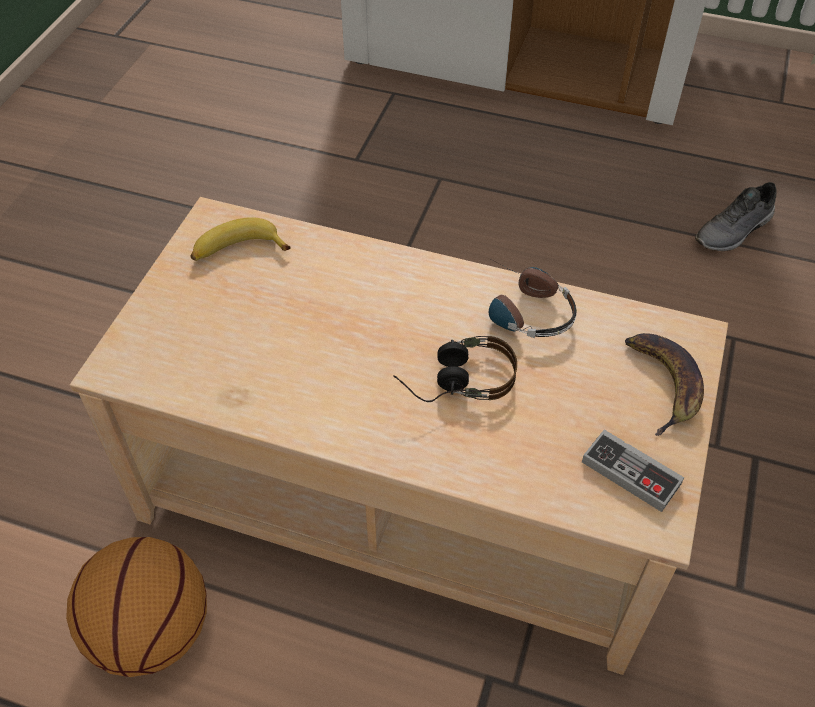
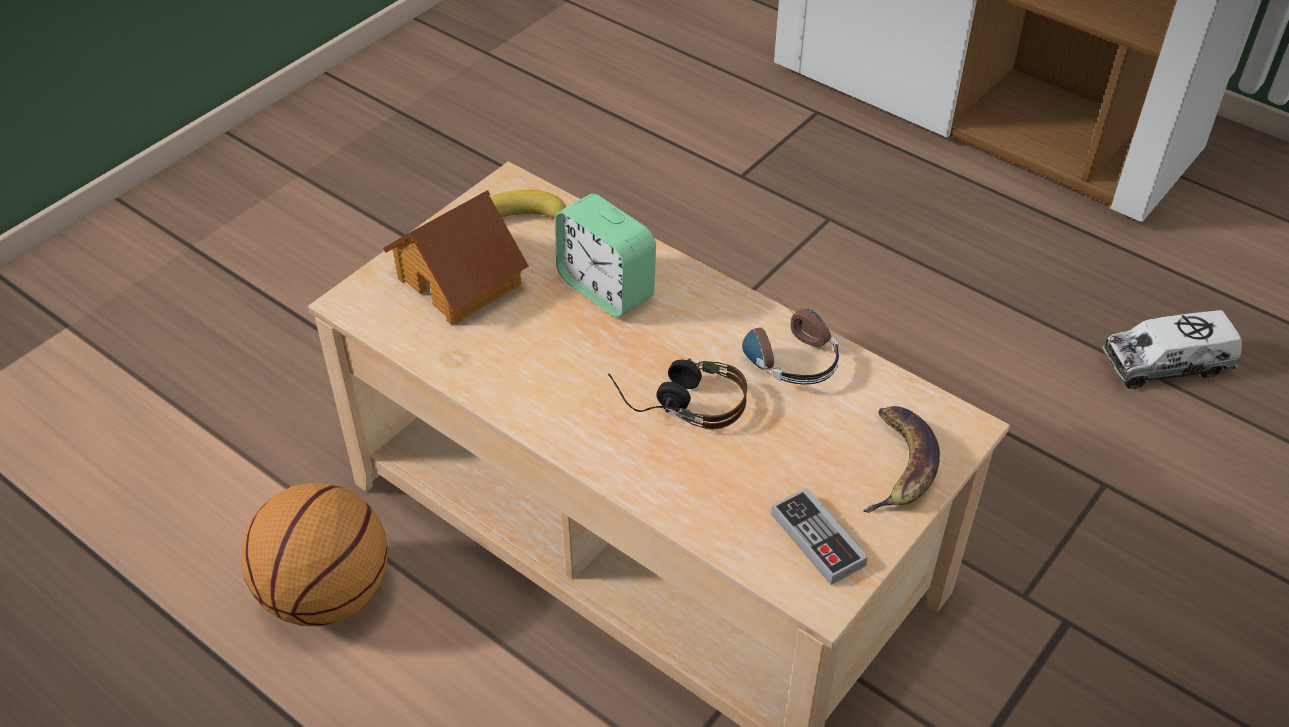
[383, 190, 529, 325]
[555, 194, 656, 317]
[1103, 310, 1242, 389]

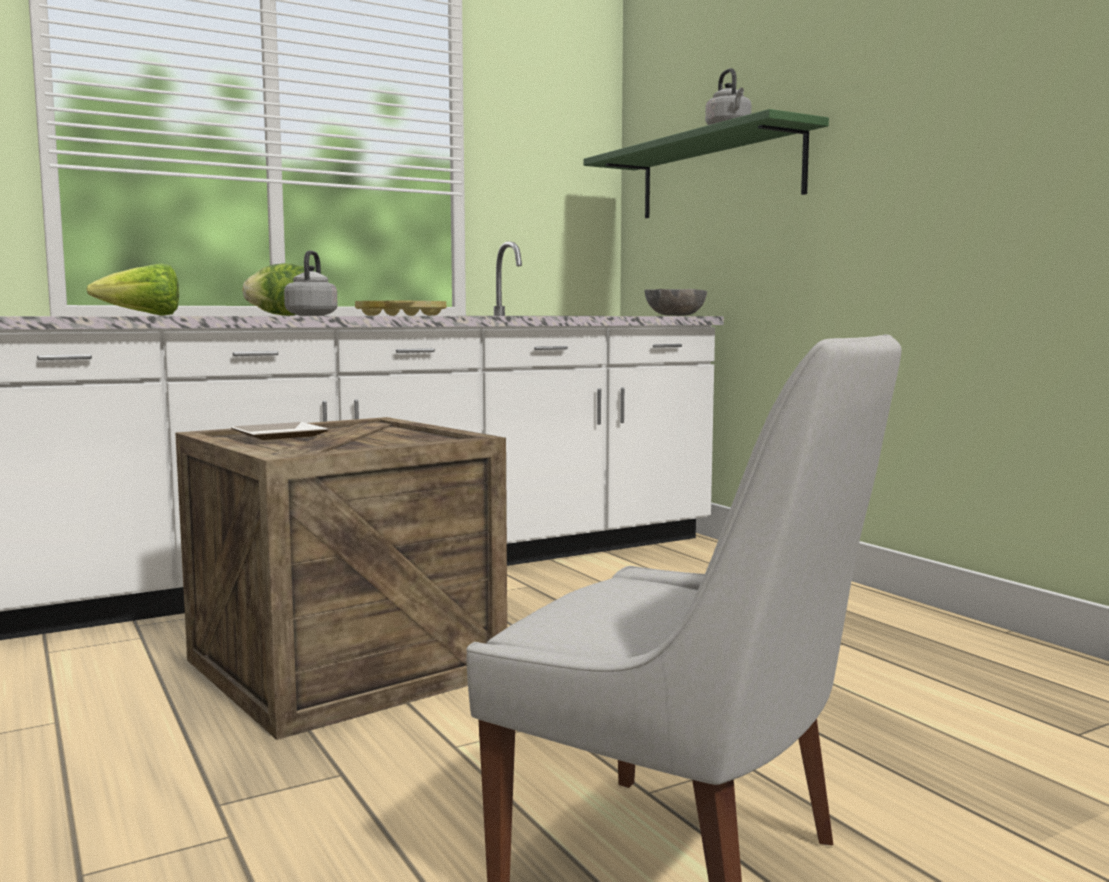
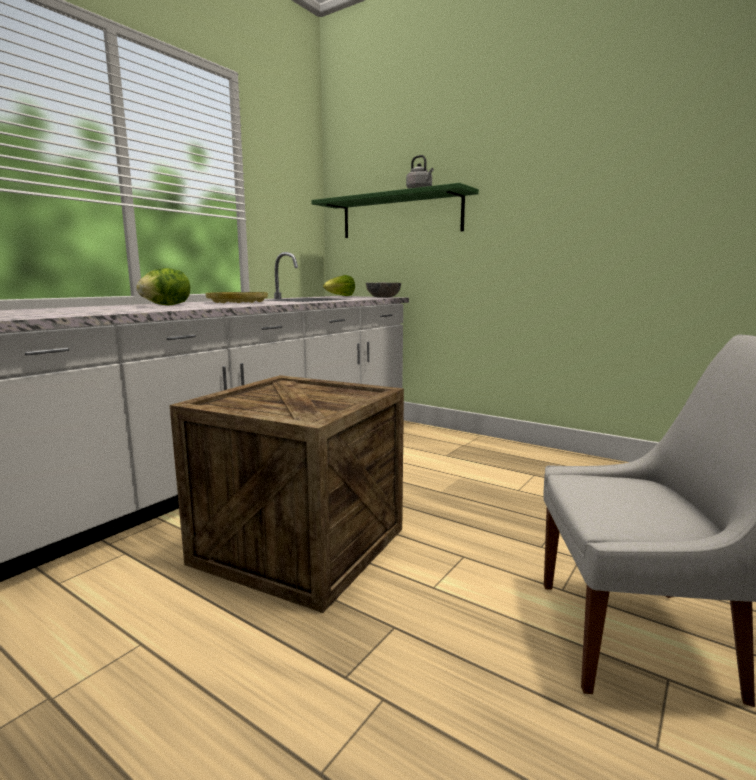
[231, 422, 329, 440] (first image)
[284, 250, 338, 316] (first image)
[323, 275, 355, 296]

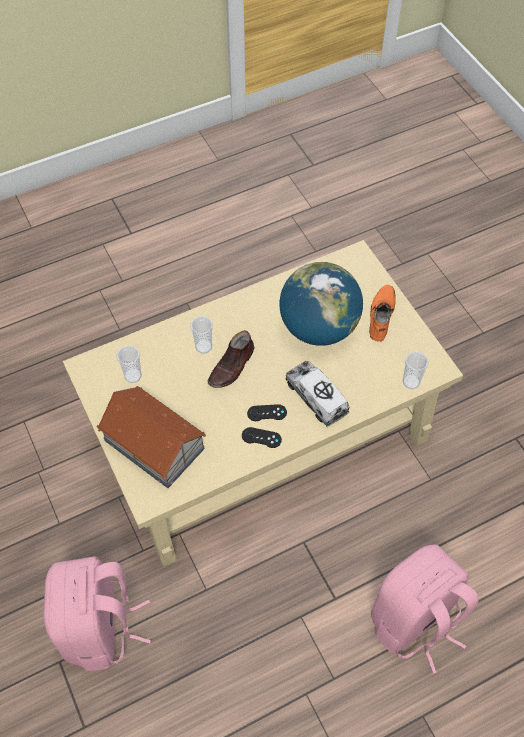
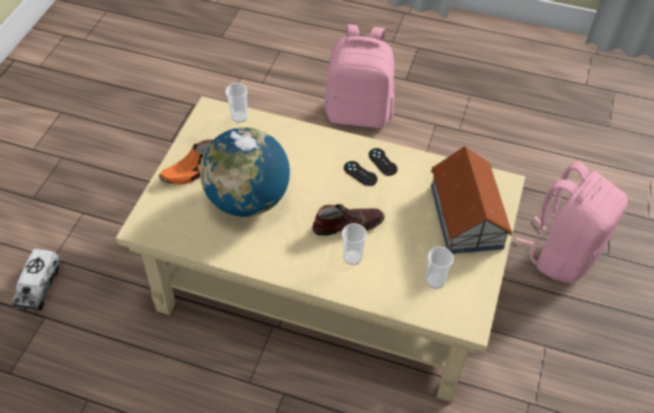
[12, 249, 61, 311]

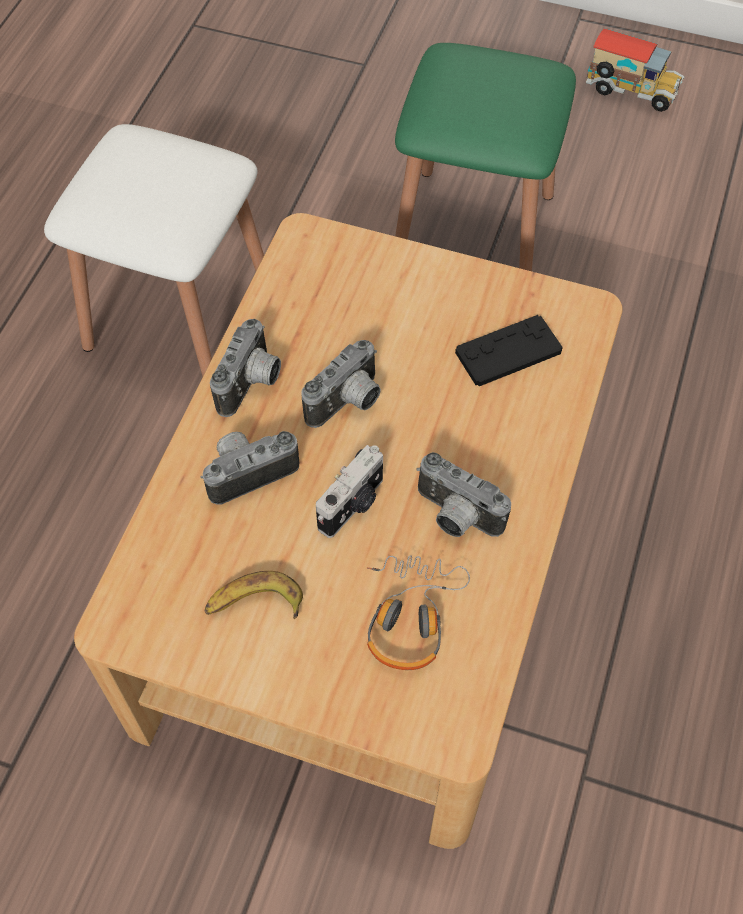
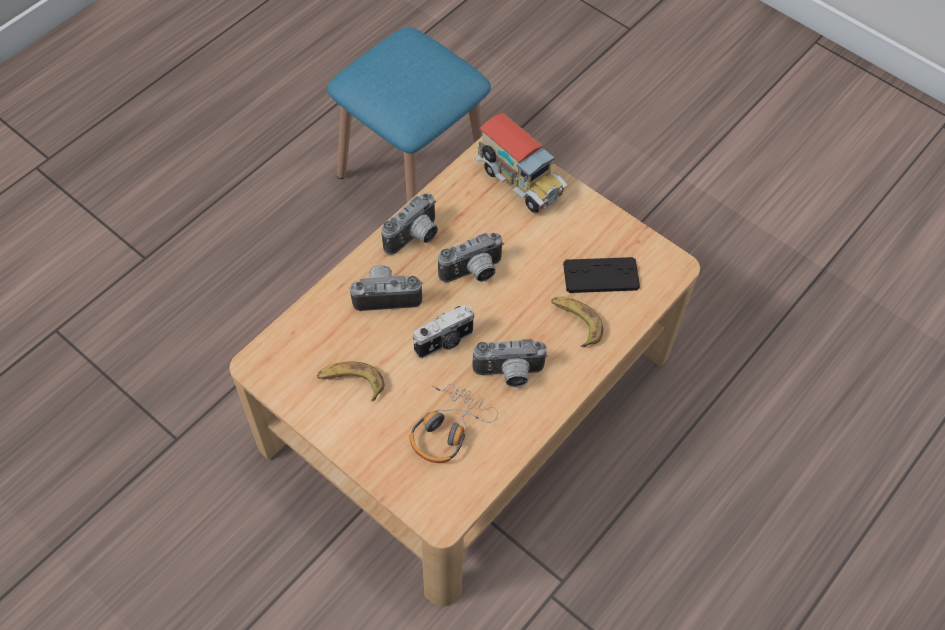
[395, 43, 576, 271] (first image)
[551, 297, 603, 347]
[475, 113, 568, 213]
[327, 27, 491, 202]
[472, 339, 548, 387]

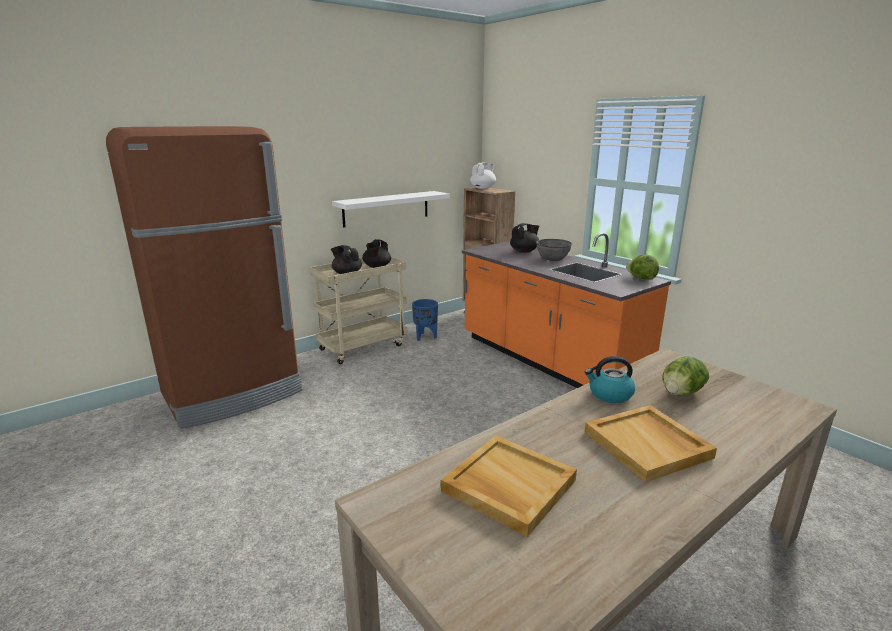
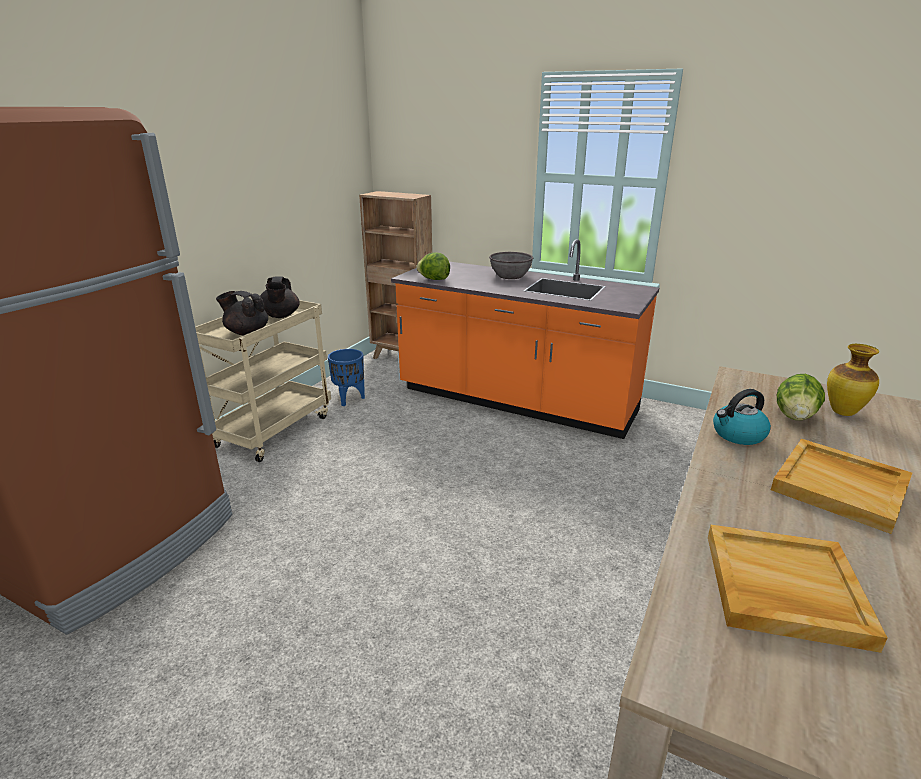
[332, 191, 450, 227] (first image)
[470, 163, 496, 189] (first image)
[510, 223, 539, 253] (first image)
[827, 344, 879, 416]
[416, 252, 450, 280]

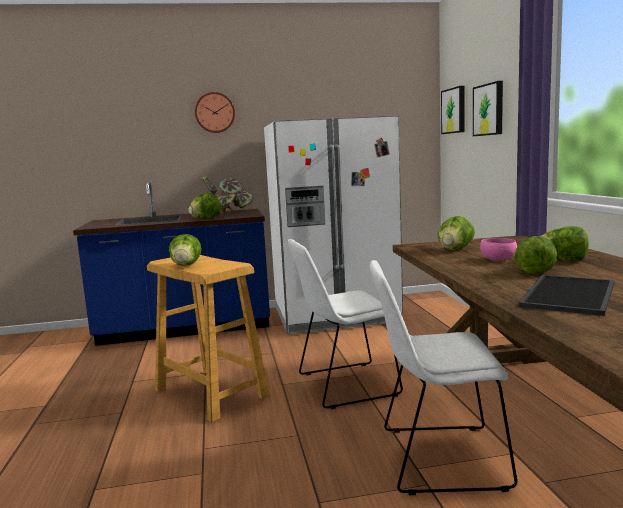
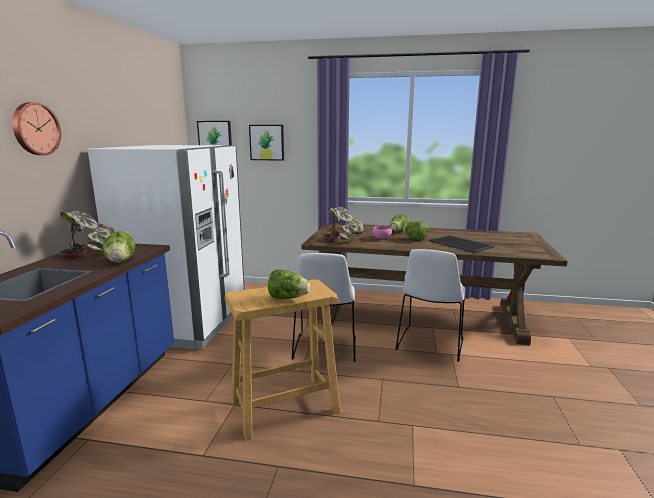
[323, 207, 364, 242]

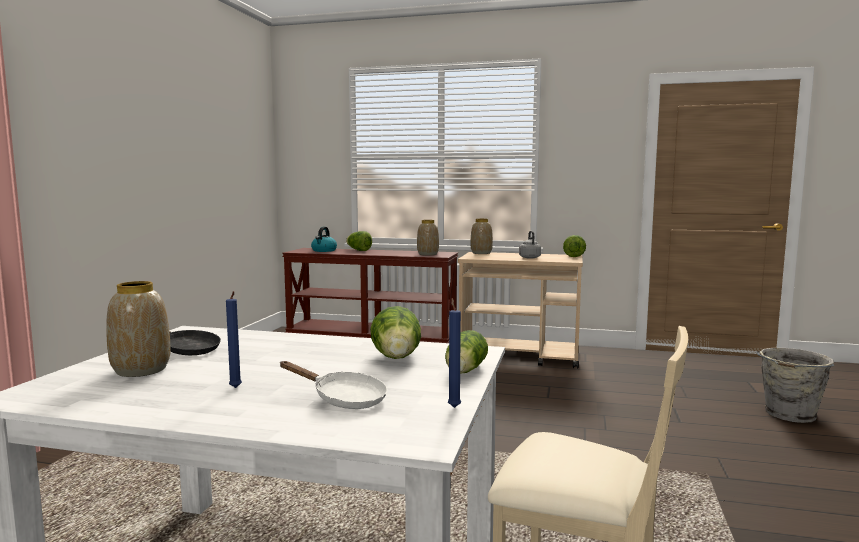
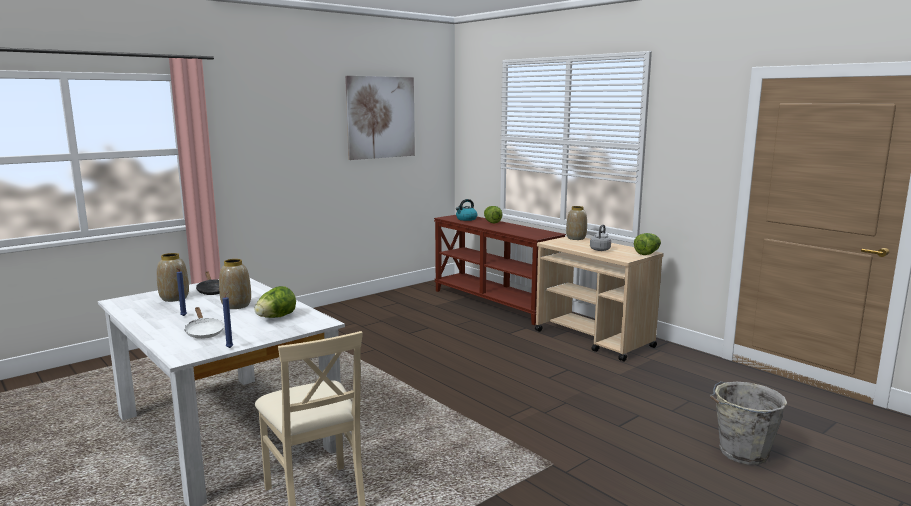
[445, 330, 488, 374] (first image)
[345, 76, 415, 160]
[219, 259, 251, 309]

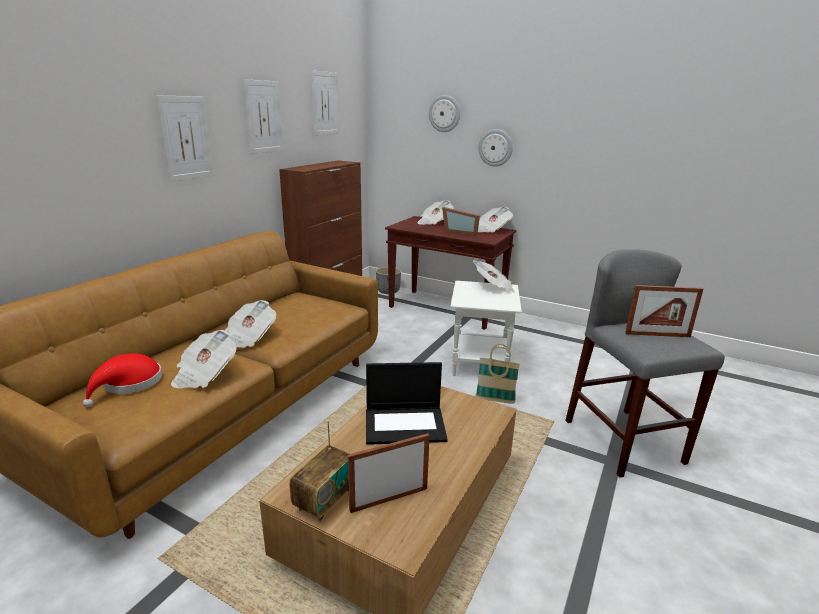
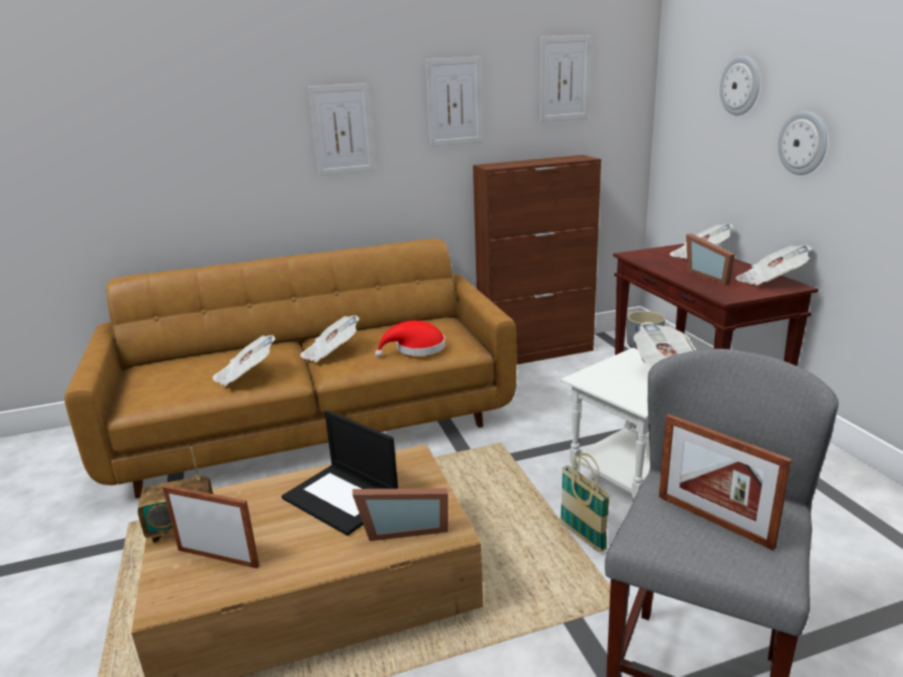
[352, 488, 448, 541]
[375, 321, 445, 357]

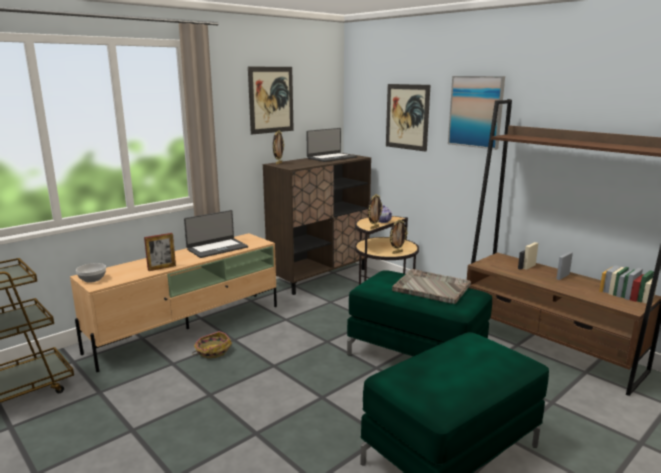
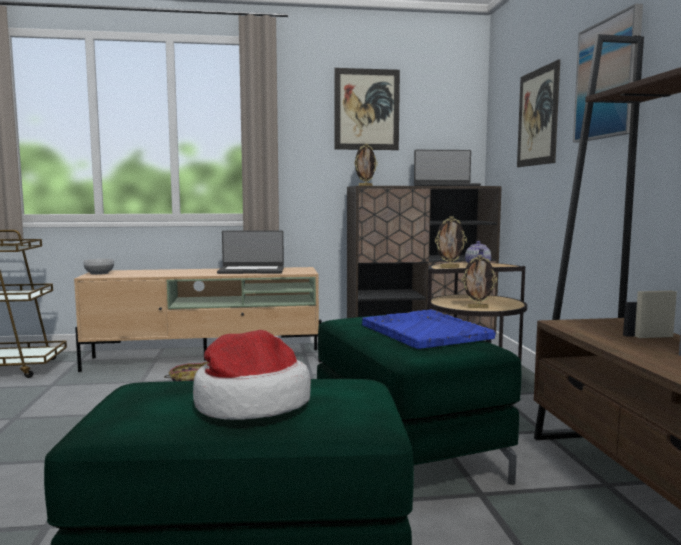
[144, 233, 176, 271] (first image)
[193, 330, 311, 420]
[362, 309, 496, 349]

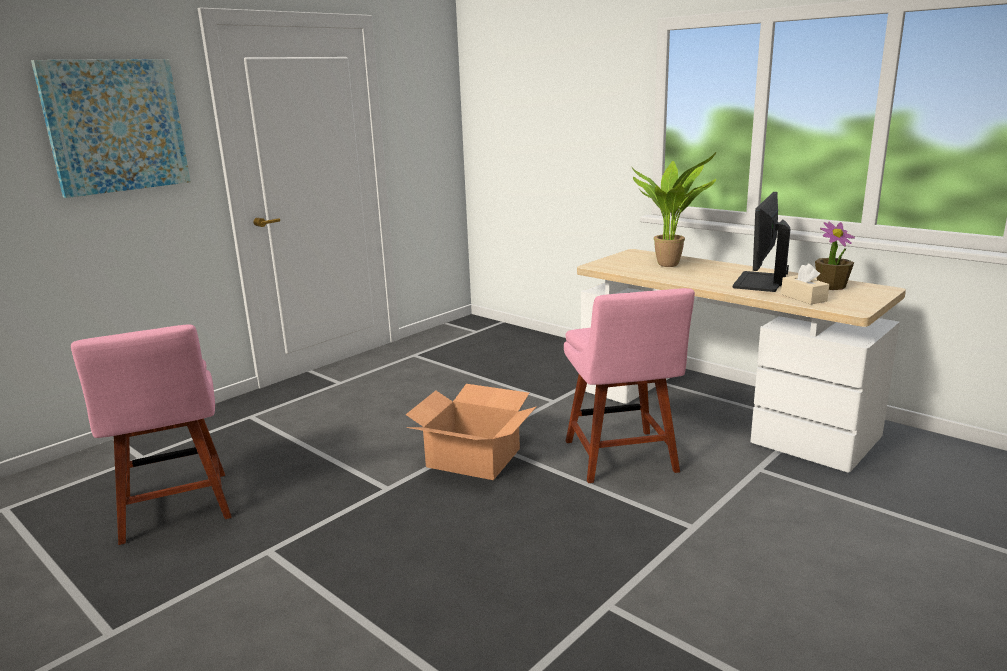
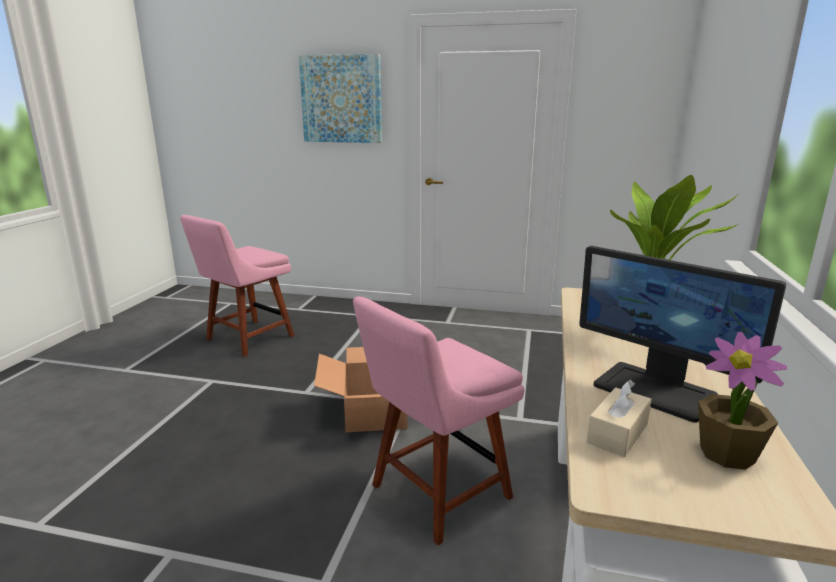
[579, 246, 786, 423]

